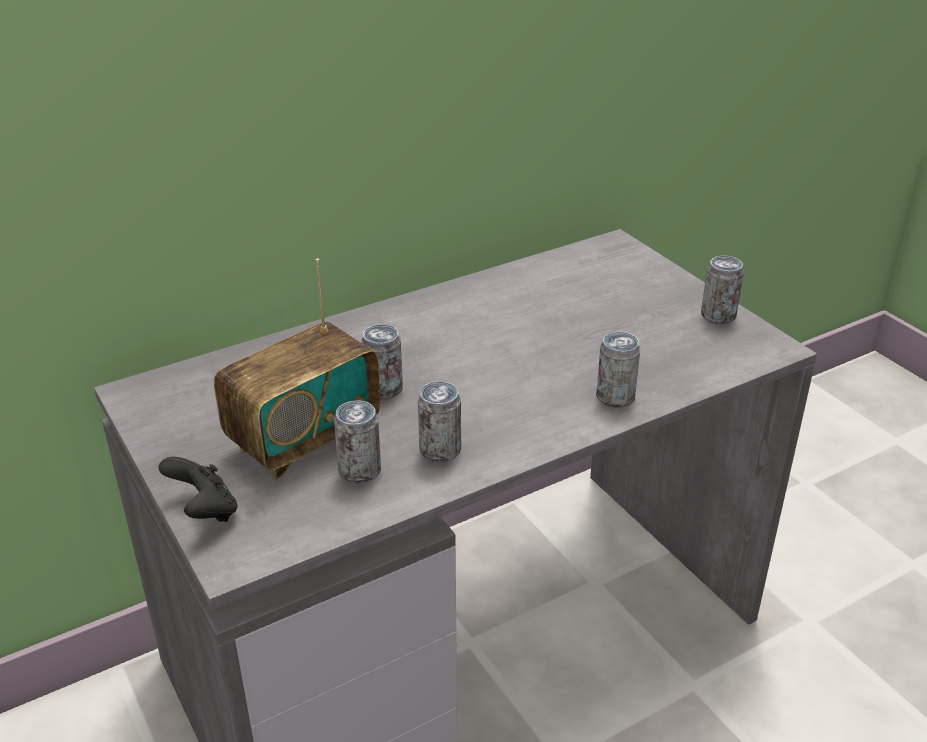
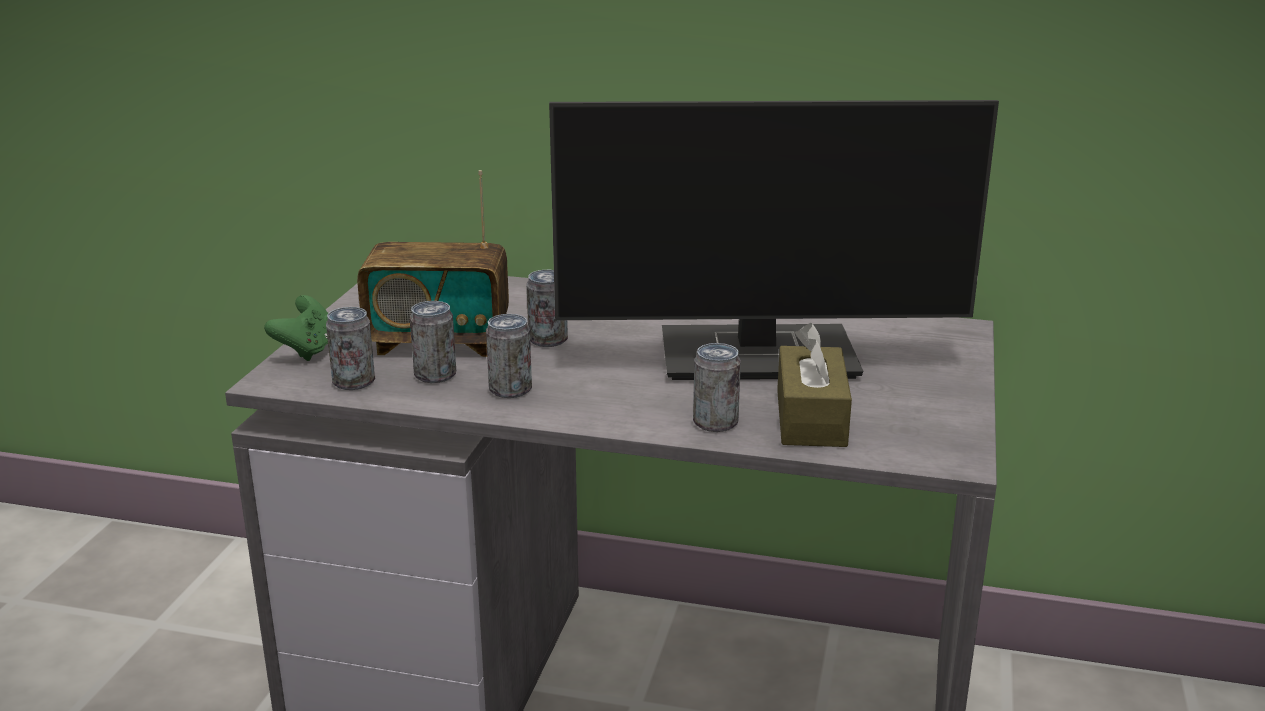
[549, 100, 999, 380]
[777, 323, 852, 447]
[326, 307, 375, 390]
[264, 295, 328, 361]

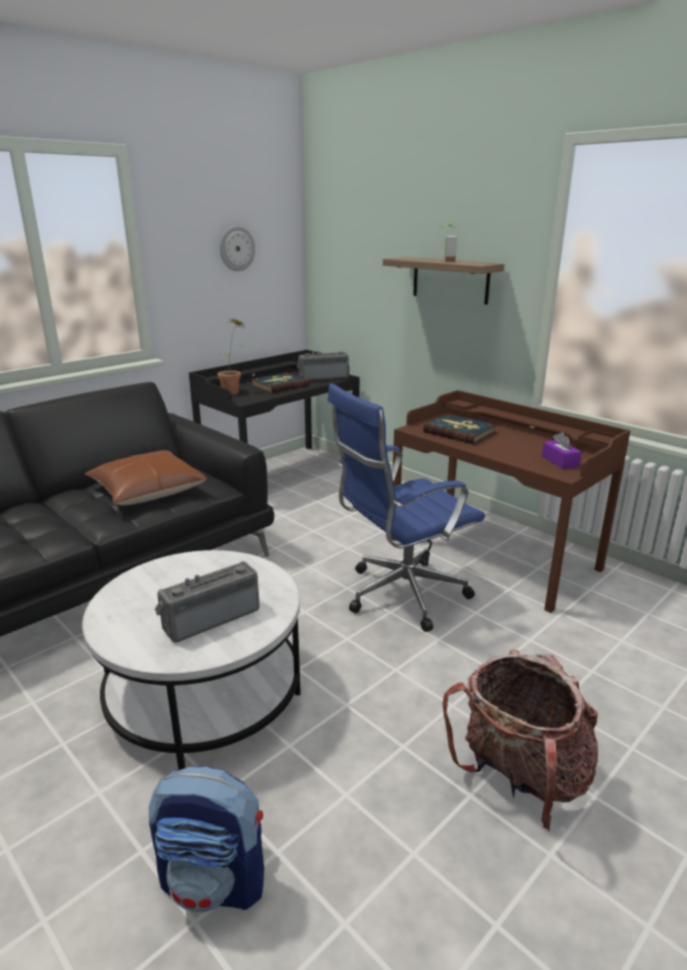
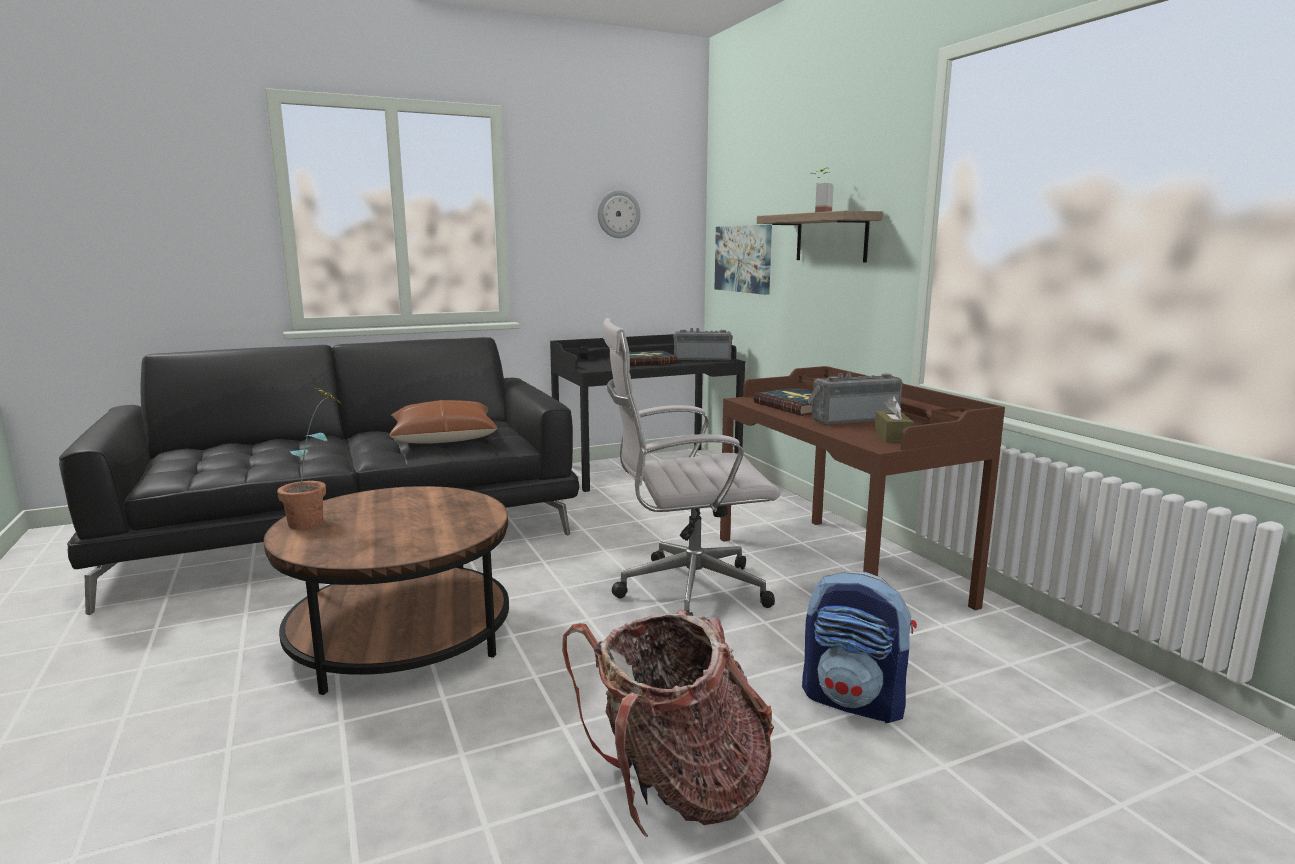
[715, 225, 772, 295]
[802, 572, 917, 723]
[808, 373, 902, 425]
[277, 386, 341, 529]
[264, 486, 509, 695]
[603, 318, 781, 616]
[874, 396, 914, 442]

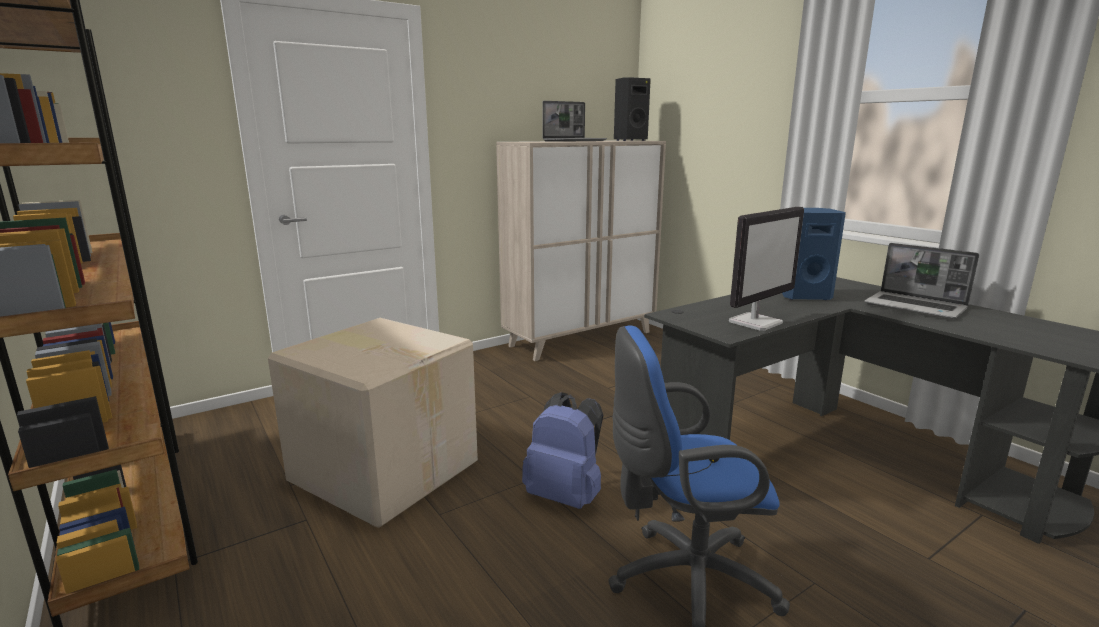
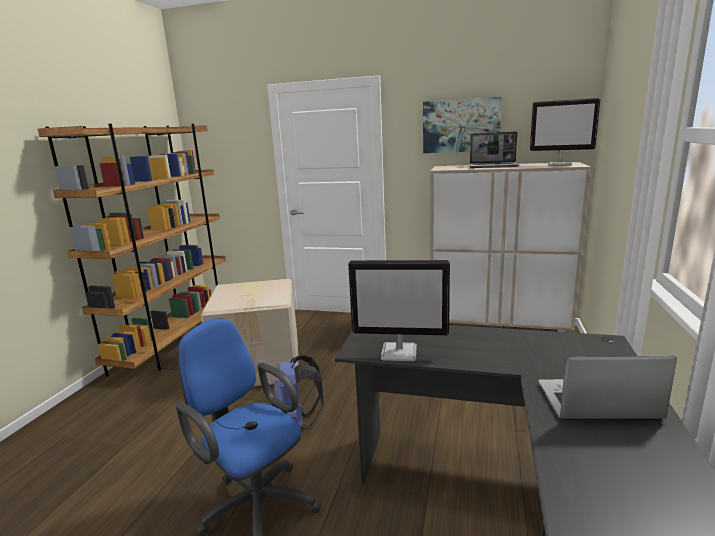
[782, 208, 846, 300] (first image)
[423, 97, 502, 153]
[530, 98, 601, 166]
[538, 356, 677, 420]

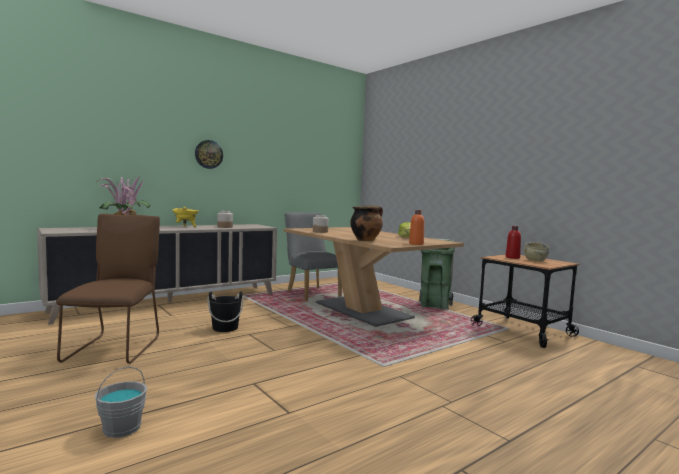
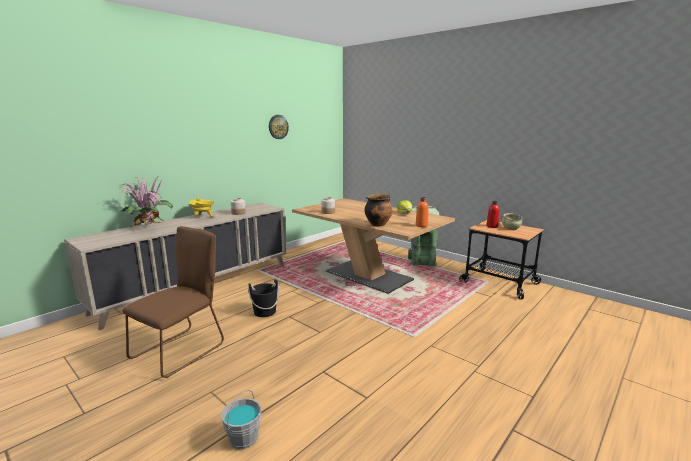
[285, 212, 342, 301] (first image)
[269, 115, 289, 139]
[123, 226, 224, 378]

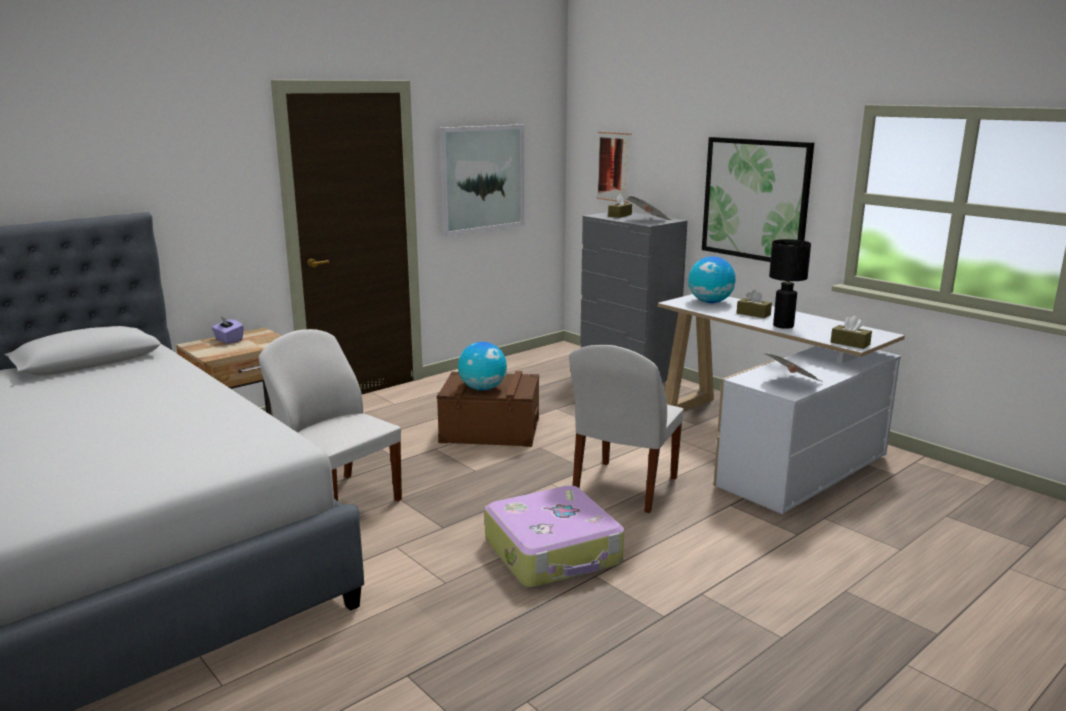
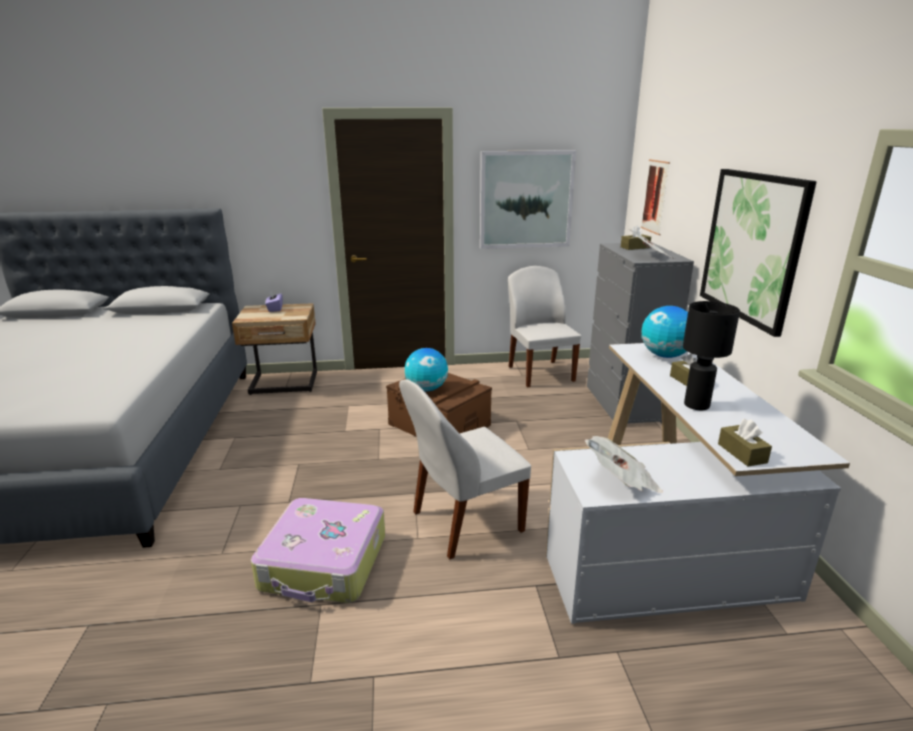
[508, 266, 581, 387]

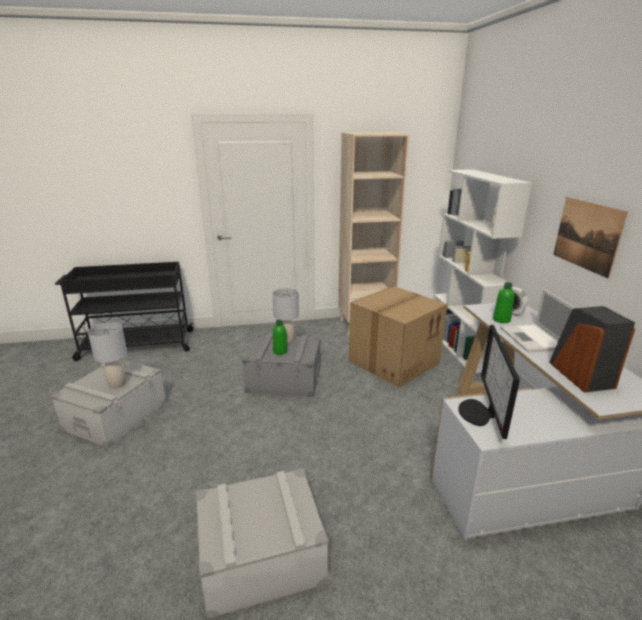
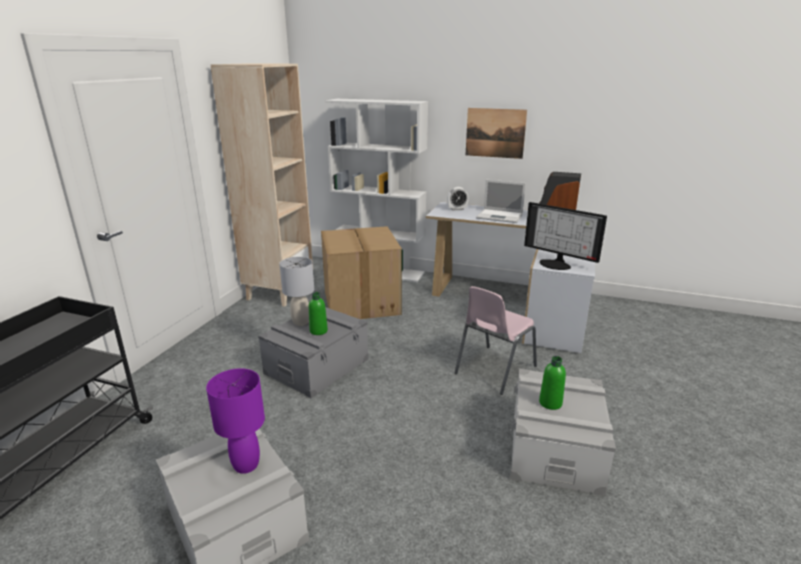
[455, 286, 537, 395]
[539, 356, 566, 410]
[206, 368, 265, 474]

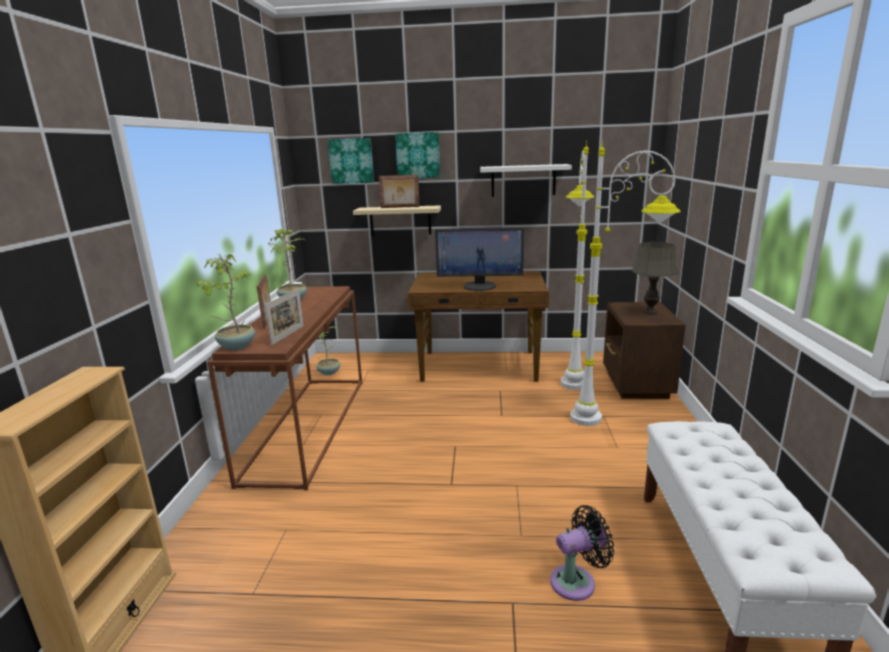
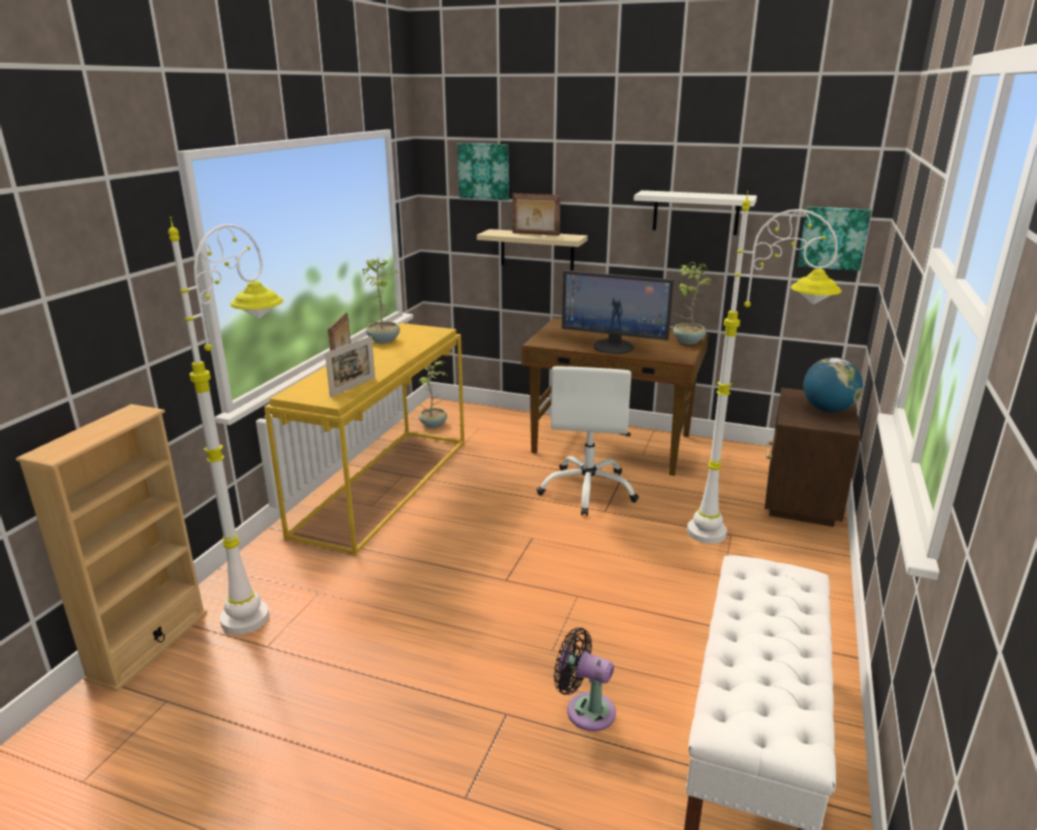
[536, 366, 639, 516]
[673, 262, 714, 344]
[798, 206, 871, 271]
[168, 217, 284, 635]
[803, 357, 863, 412]
[264, 323, 464, 556]
[554, 628, 616, 731]

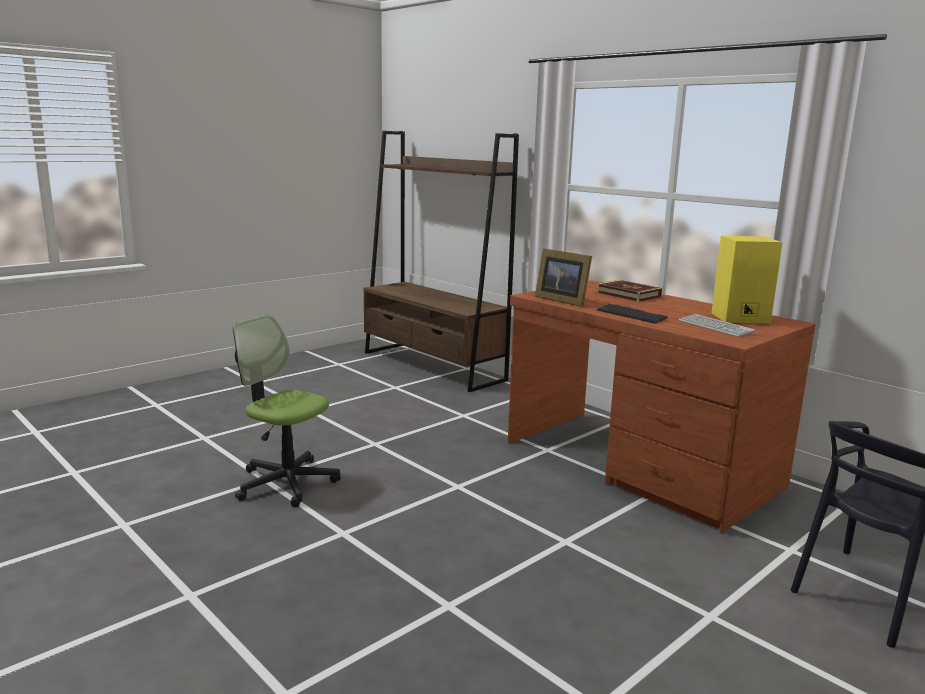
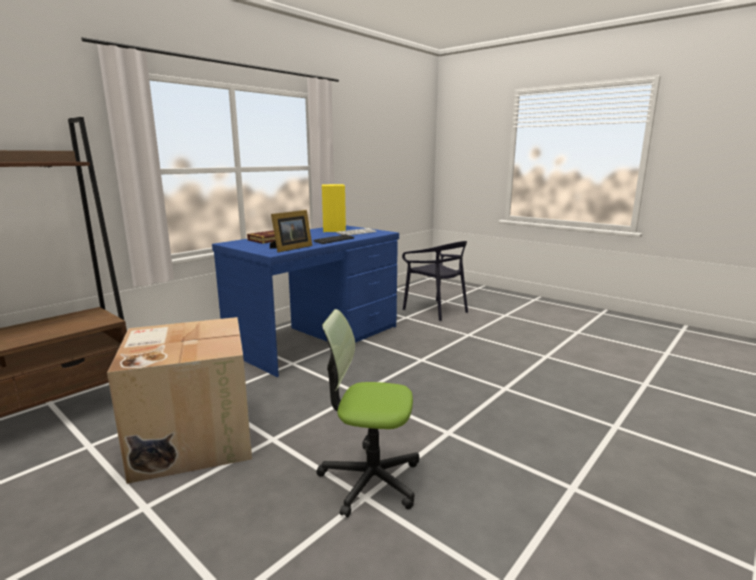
[107, 317, 252, 484]
[212, 225, 399, 377]
[316, 309, 419, 518]

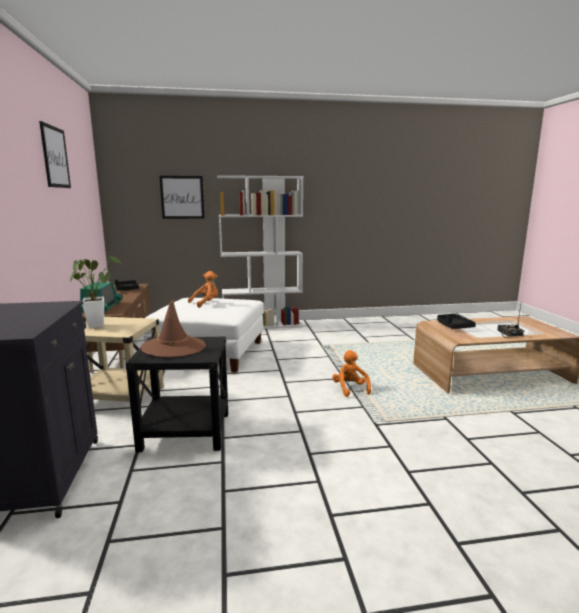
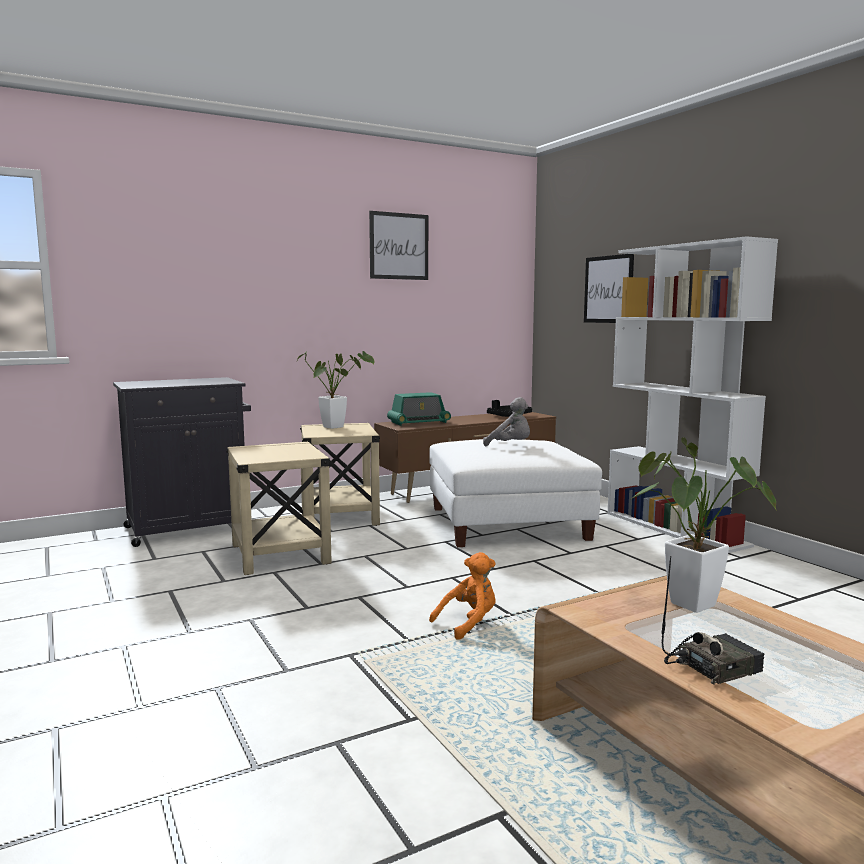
[140, 299, 206, 357] (first image)
[630, 437, 777, 613]
[226, 442, 332, 575]
[483, 397, 530, 446]

